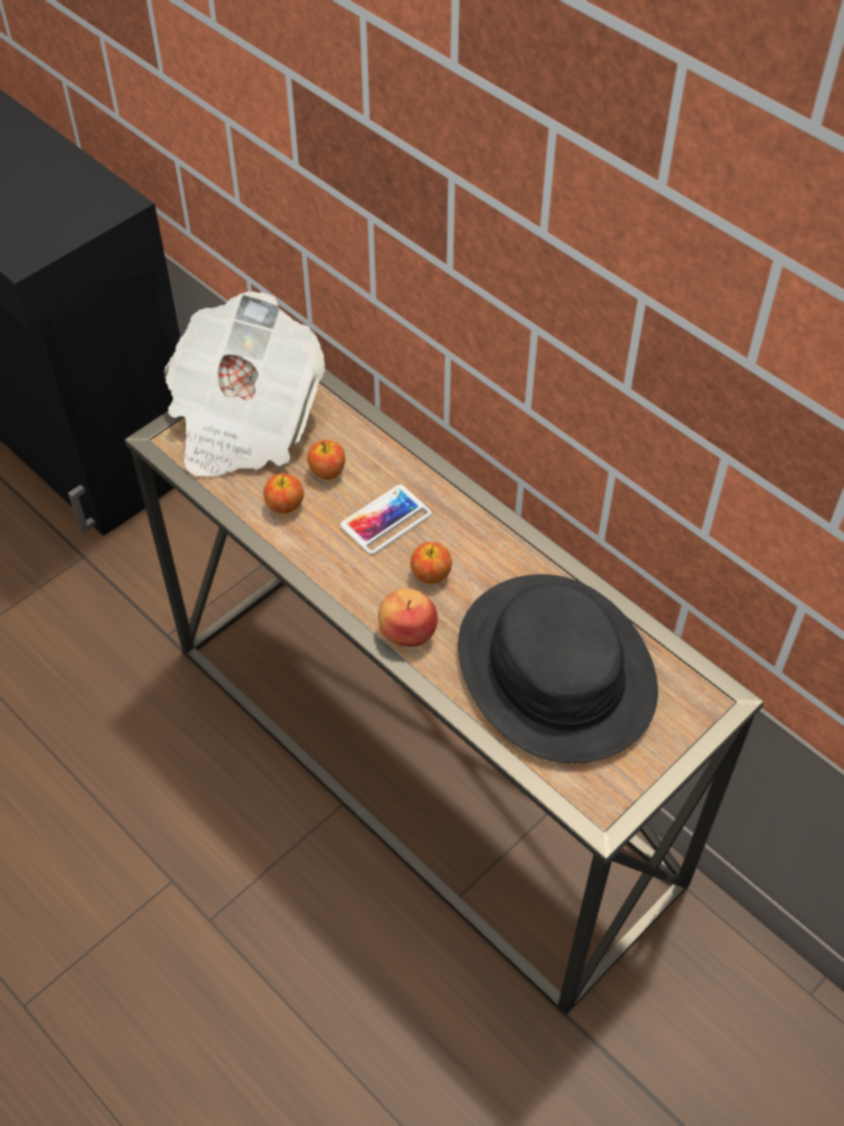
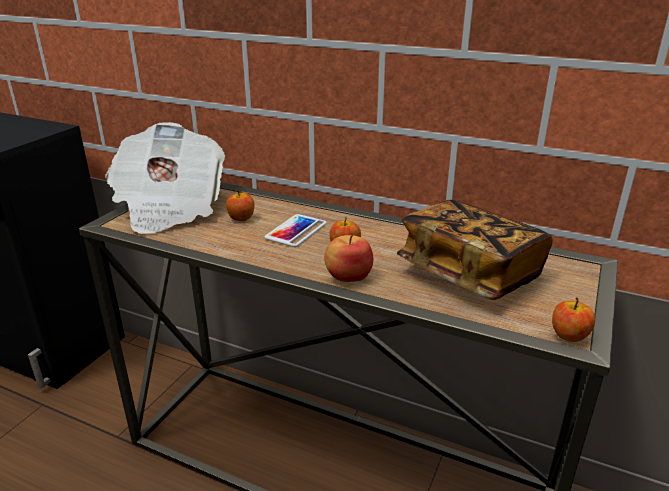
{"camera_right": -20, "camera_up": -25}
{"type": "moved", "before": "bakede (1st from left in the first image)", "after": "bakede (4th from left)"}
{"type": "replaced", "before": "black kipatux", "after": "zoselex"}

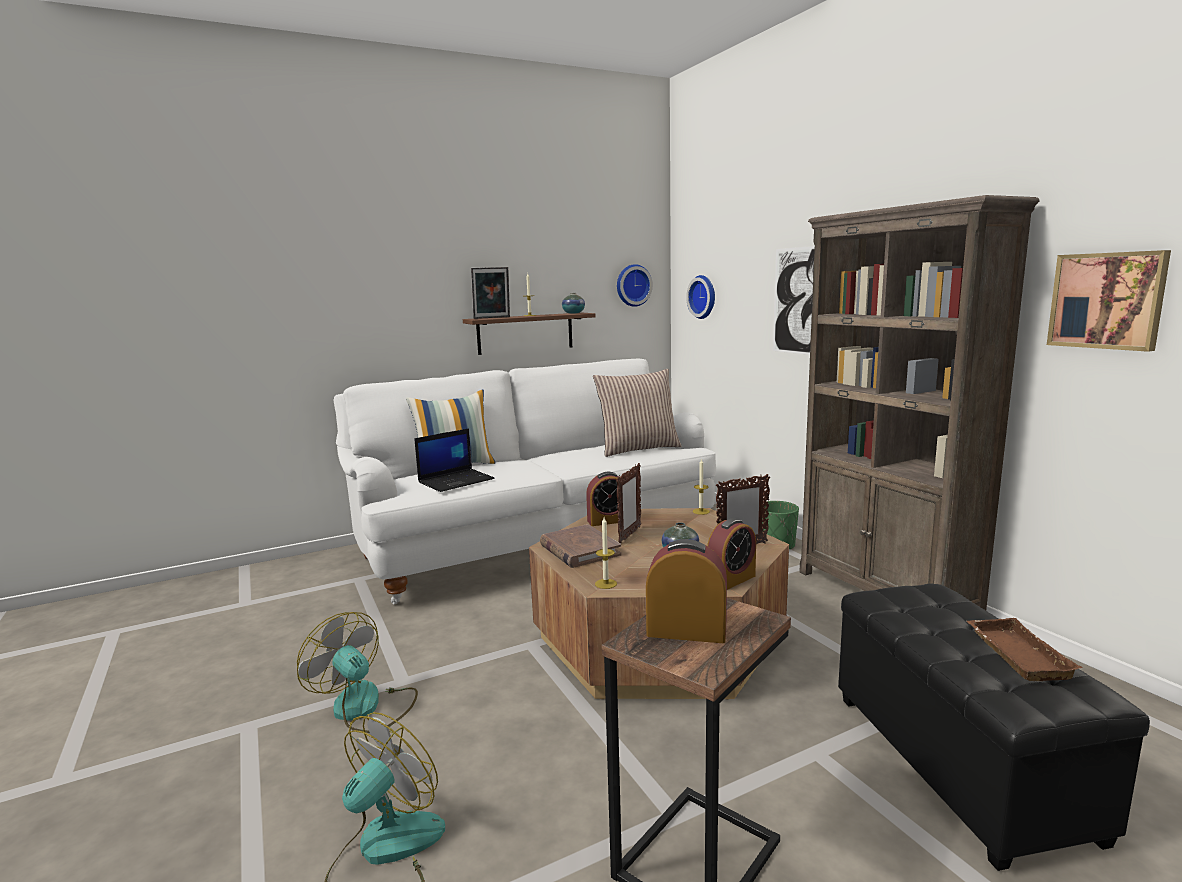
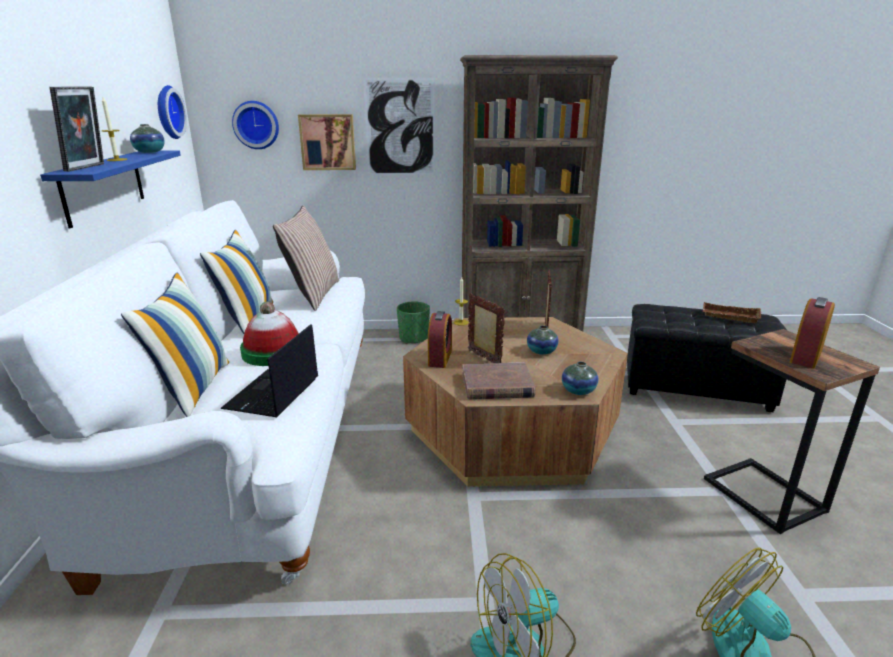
{"camera_right": -65, "camera_up": 10}
{"type": "removed", "before": "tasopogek (3rd from left)"}
{"type": "added", "after": "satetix (2nd from left)"}
{"type": "added", "after": "kipatux"}
{"type": "moved", "before": "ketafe (2nd from left in the first image)", "after": "ketafe (1st from left)"}
{"type": "replaced", "before": "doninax (2nd from left)", "after": "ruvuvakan (3rd from left)"}
{"type": "recoloured", "before": "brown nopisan", "after": "blue nopisan"}
{"type": "turned", "before": "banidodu", "turn": -150}

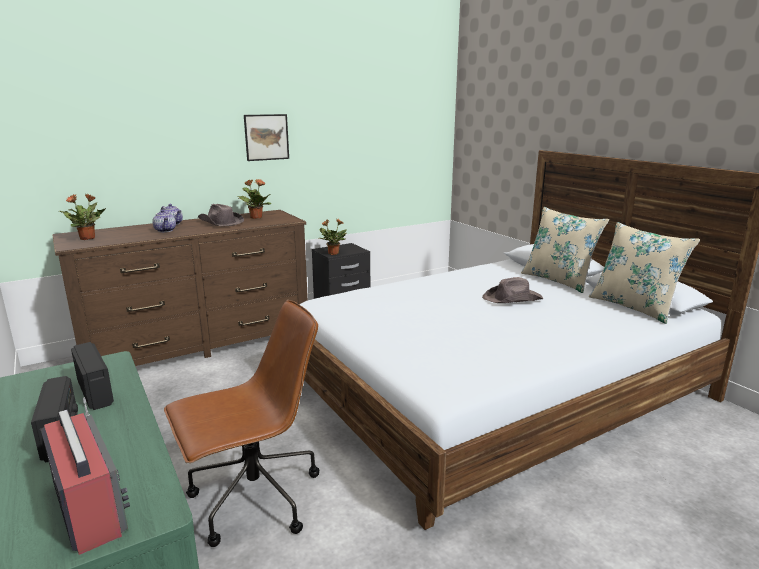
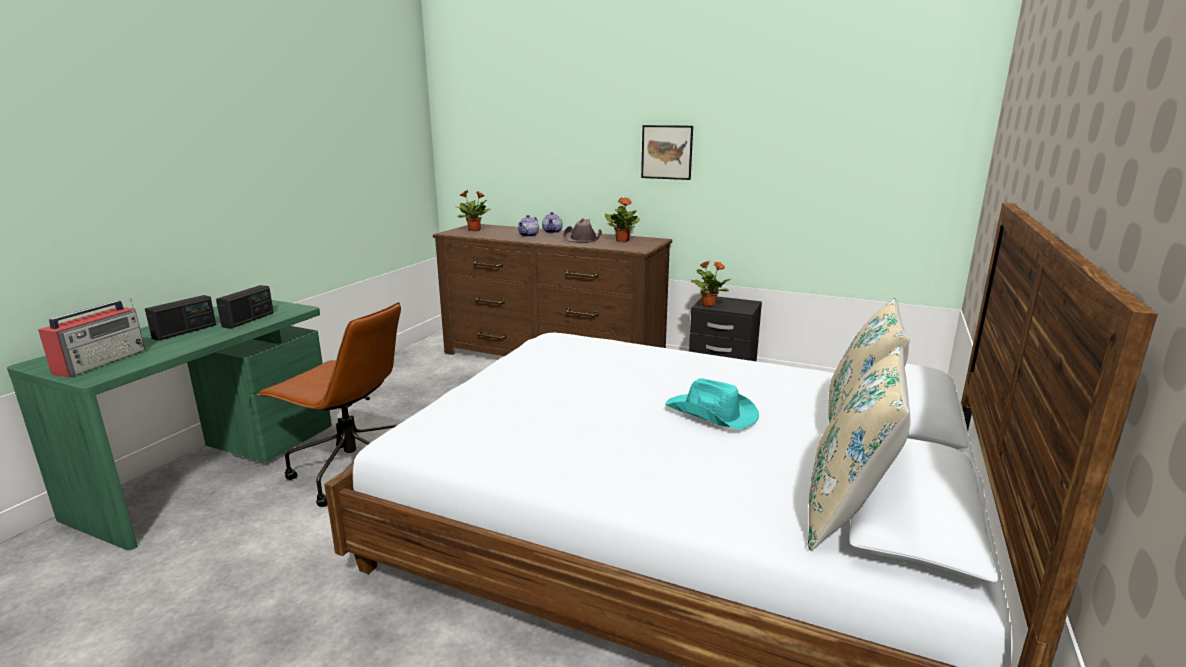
{"camera_right": 55, "camera_up": 0}
{"type": "recoloured", "before": "brown kipatux (2nd from left)", "after": "turquoise kipatux"}

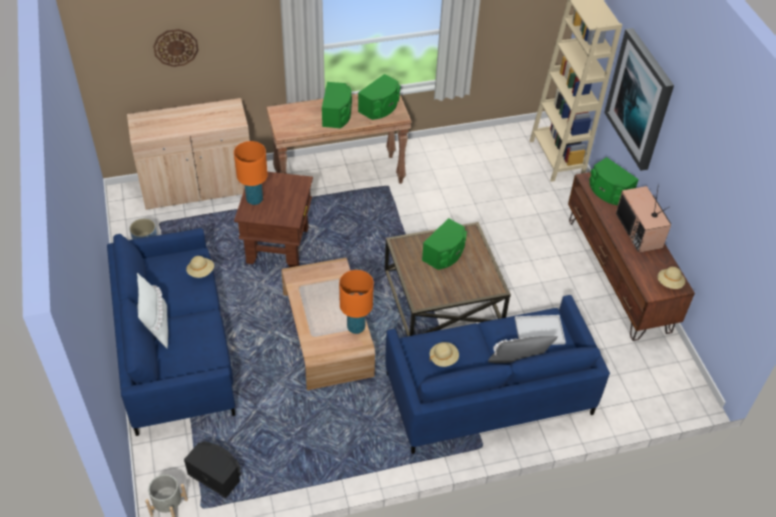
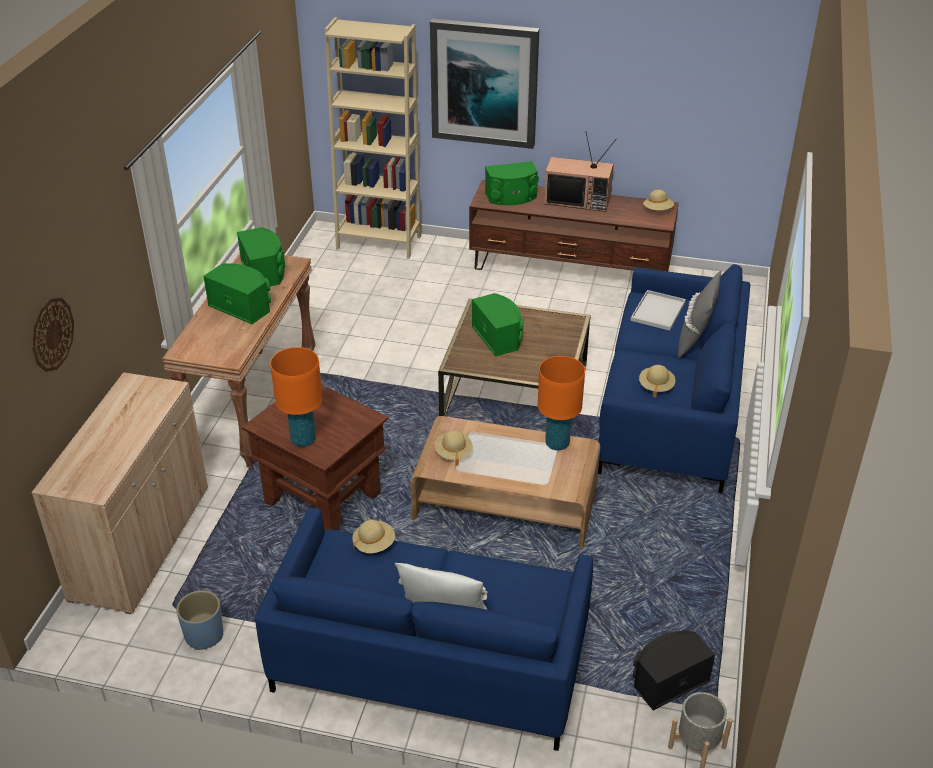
{"camera_right": -60, "camera_up": -10}
{"type": "added", "after": "beige kipatux (2nd from left)"}

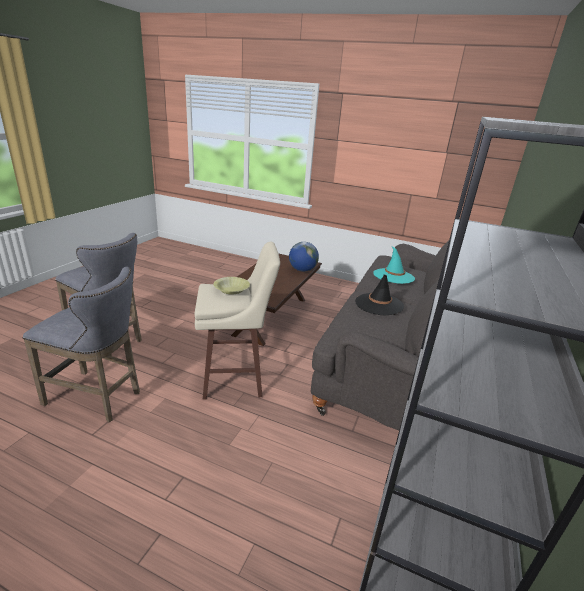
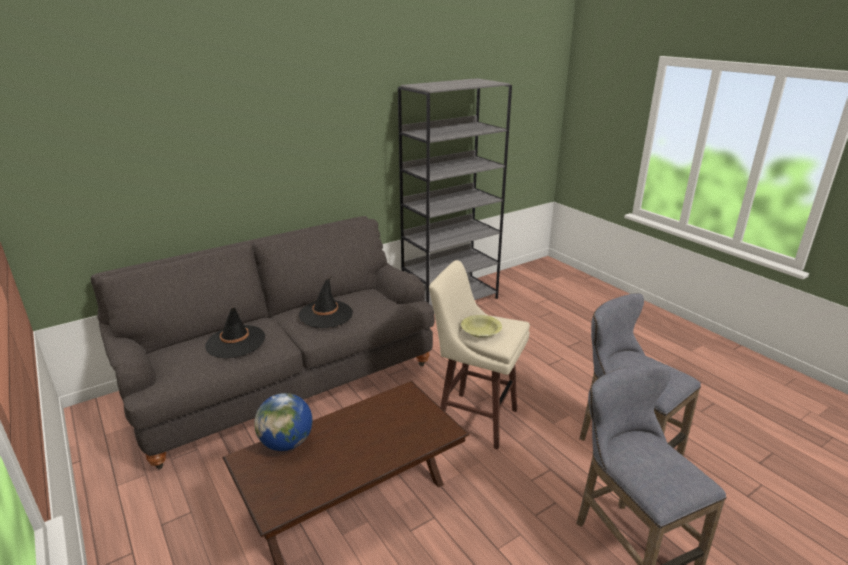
{"camera_right": -145, "camera_up": 0}
{"type": "recoloured", "before": "turquoise kipatux", "after": "black kipatux (1st from left)"}

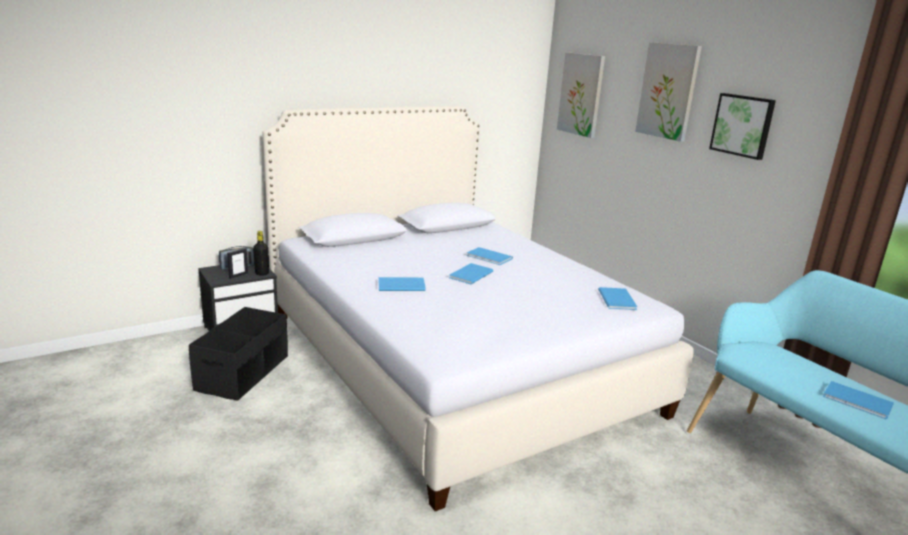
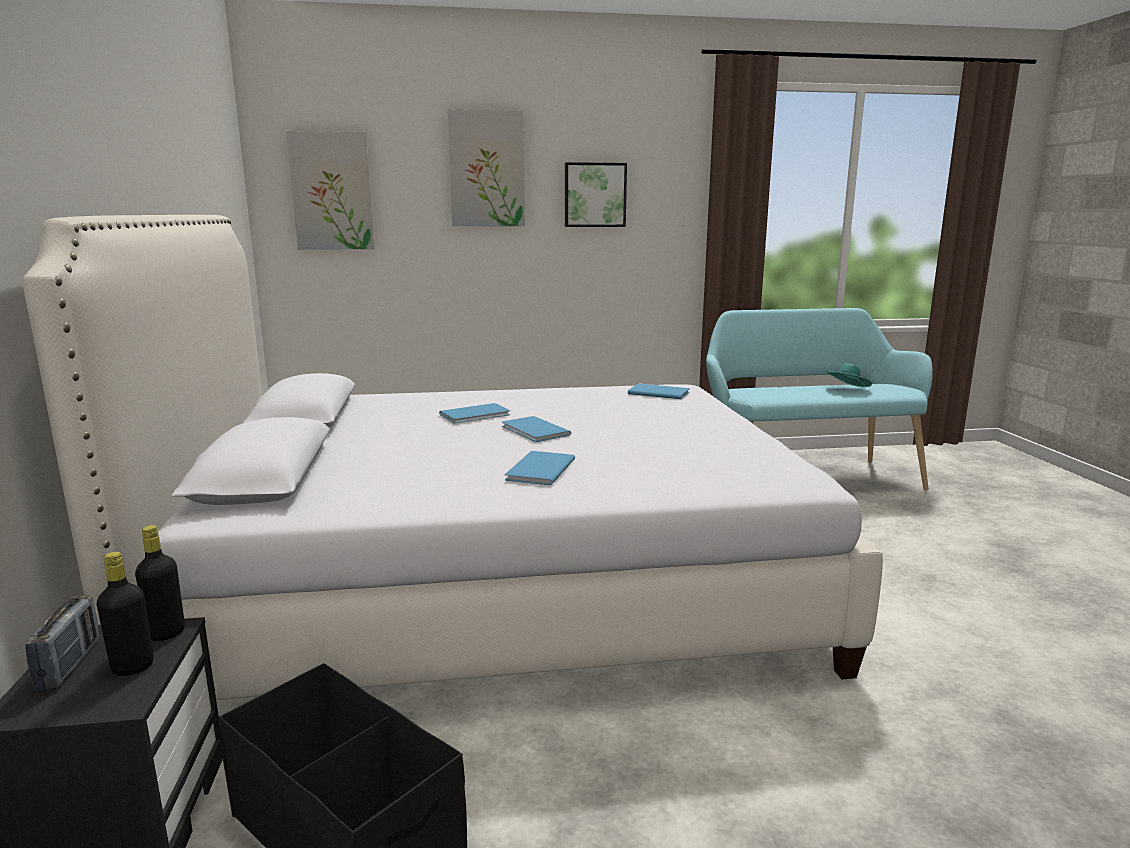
{"camera_right": -65, "camera_up": -5}
{"type": "replaced", "before": "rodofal", "after": "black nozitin (1st from left)"}
{"type": "replaced", "before": "blue zoselex (5th from left)", "after": "turquoise kipatux"}

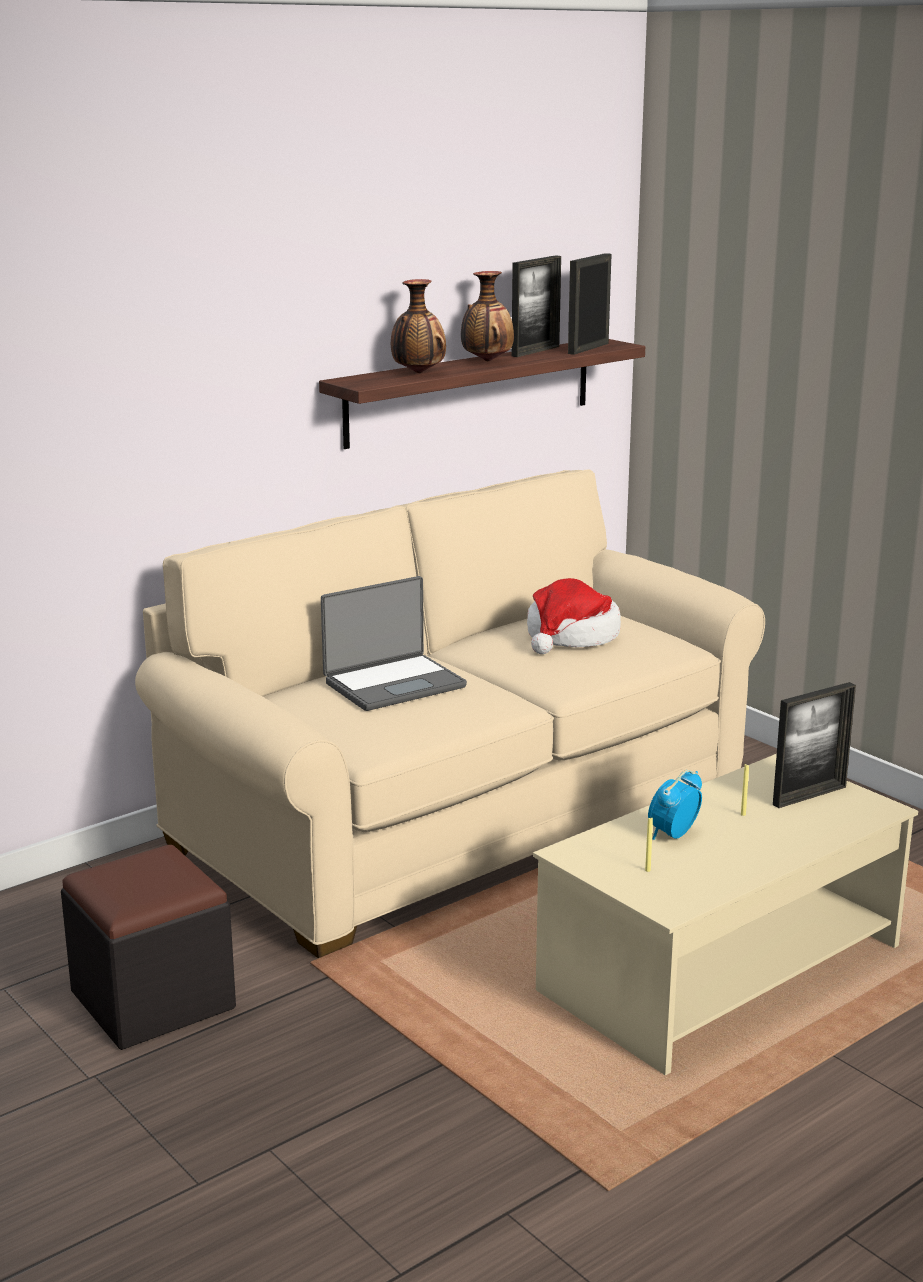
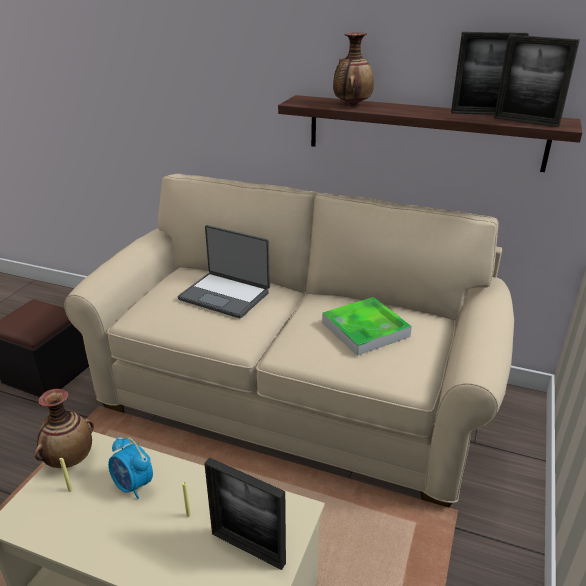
{"camera_right": 60, "camera_up": 10}
{"type": "moved", "before": "ruvuvakan (2nd from left in the first image)", "after": "ruvuvakan (1st from left)"}
{"type": "replaced", "before": "kipatux", "after": "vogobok"}
{"type": "turned", "before": "rodofal (2nd from left in the first image)", "turn": -150}
{"type": "turned", "before": "tasopogek", "turn": -150}

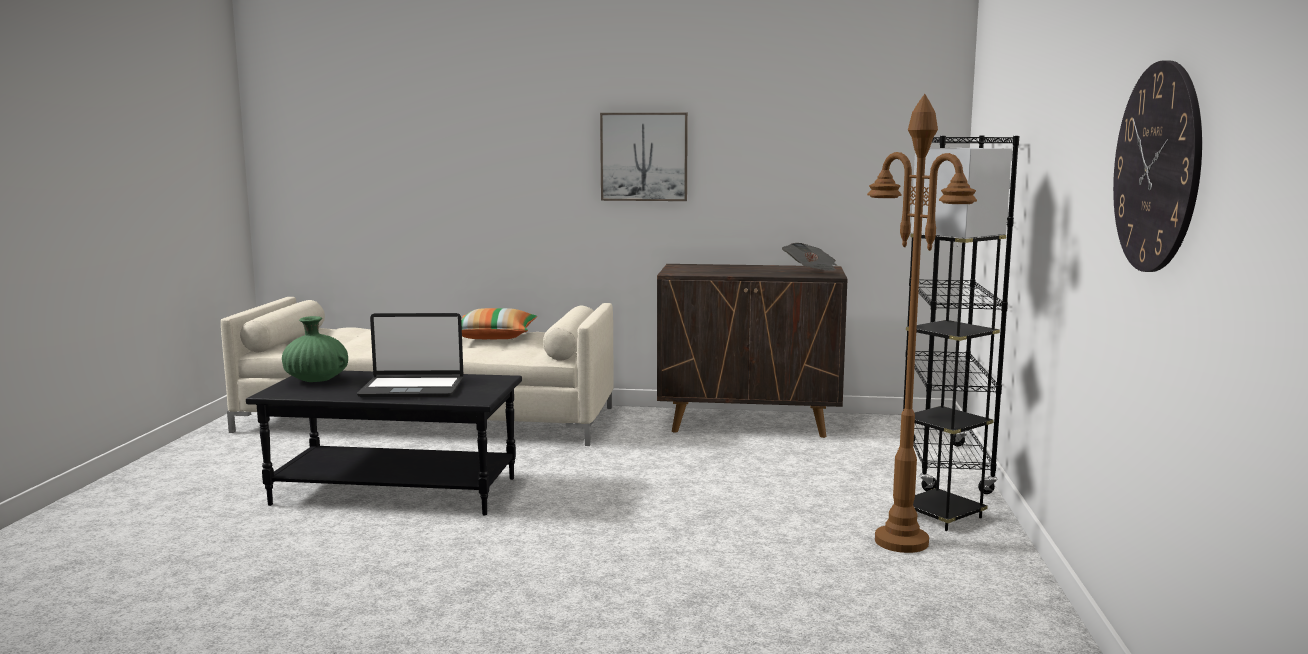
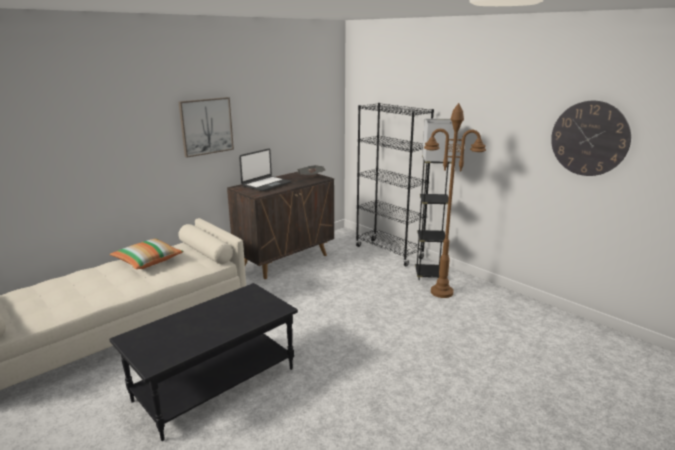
{"camera_right": -50, "camera_up": 10}
{"type": "removed", "before": "green ruvuvakan"}
{"type": "moved", "before": "banidodu"}

